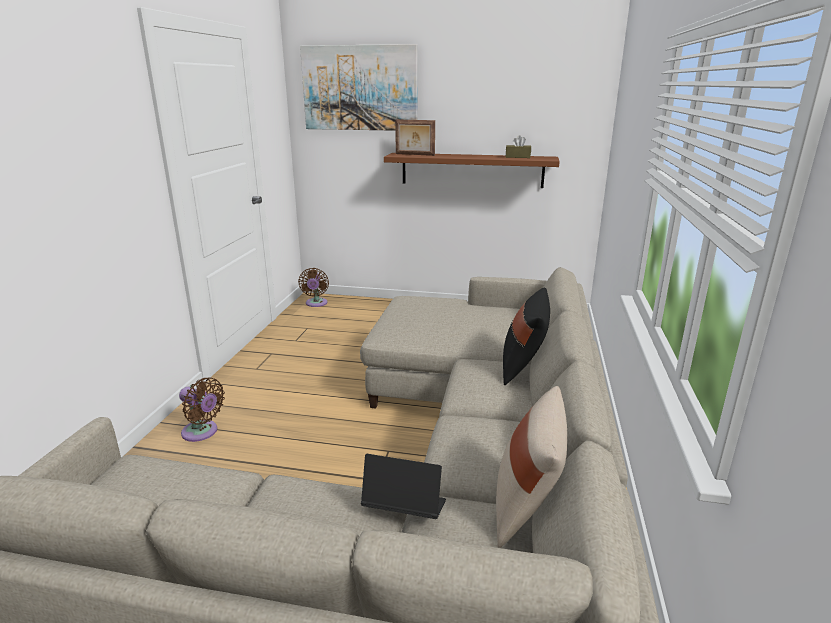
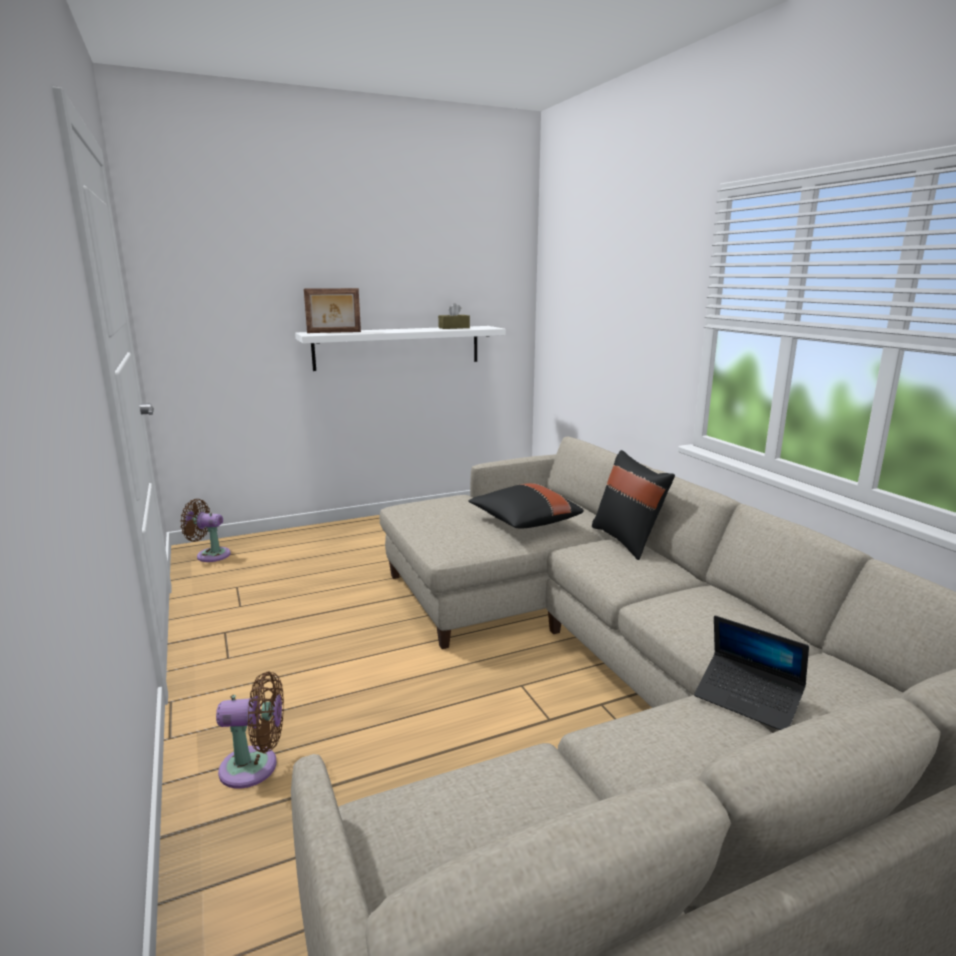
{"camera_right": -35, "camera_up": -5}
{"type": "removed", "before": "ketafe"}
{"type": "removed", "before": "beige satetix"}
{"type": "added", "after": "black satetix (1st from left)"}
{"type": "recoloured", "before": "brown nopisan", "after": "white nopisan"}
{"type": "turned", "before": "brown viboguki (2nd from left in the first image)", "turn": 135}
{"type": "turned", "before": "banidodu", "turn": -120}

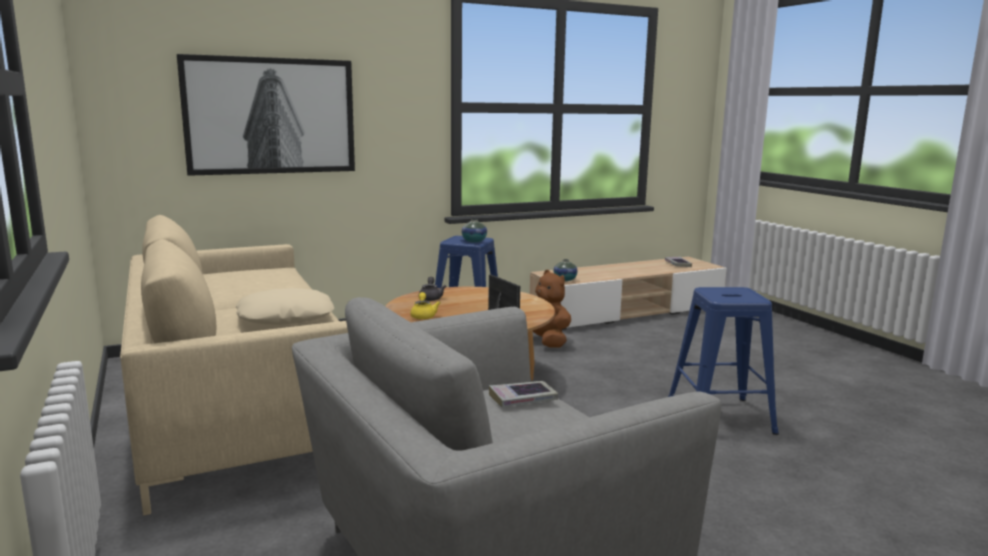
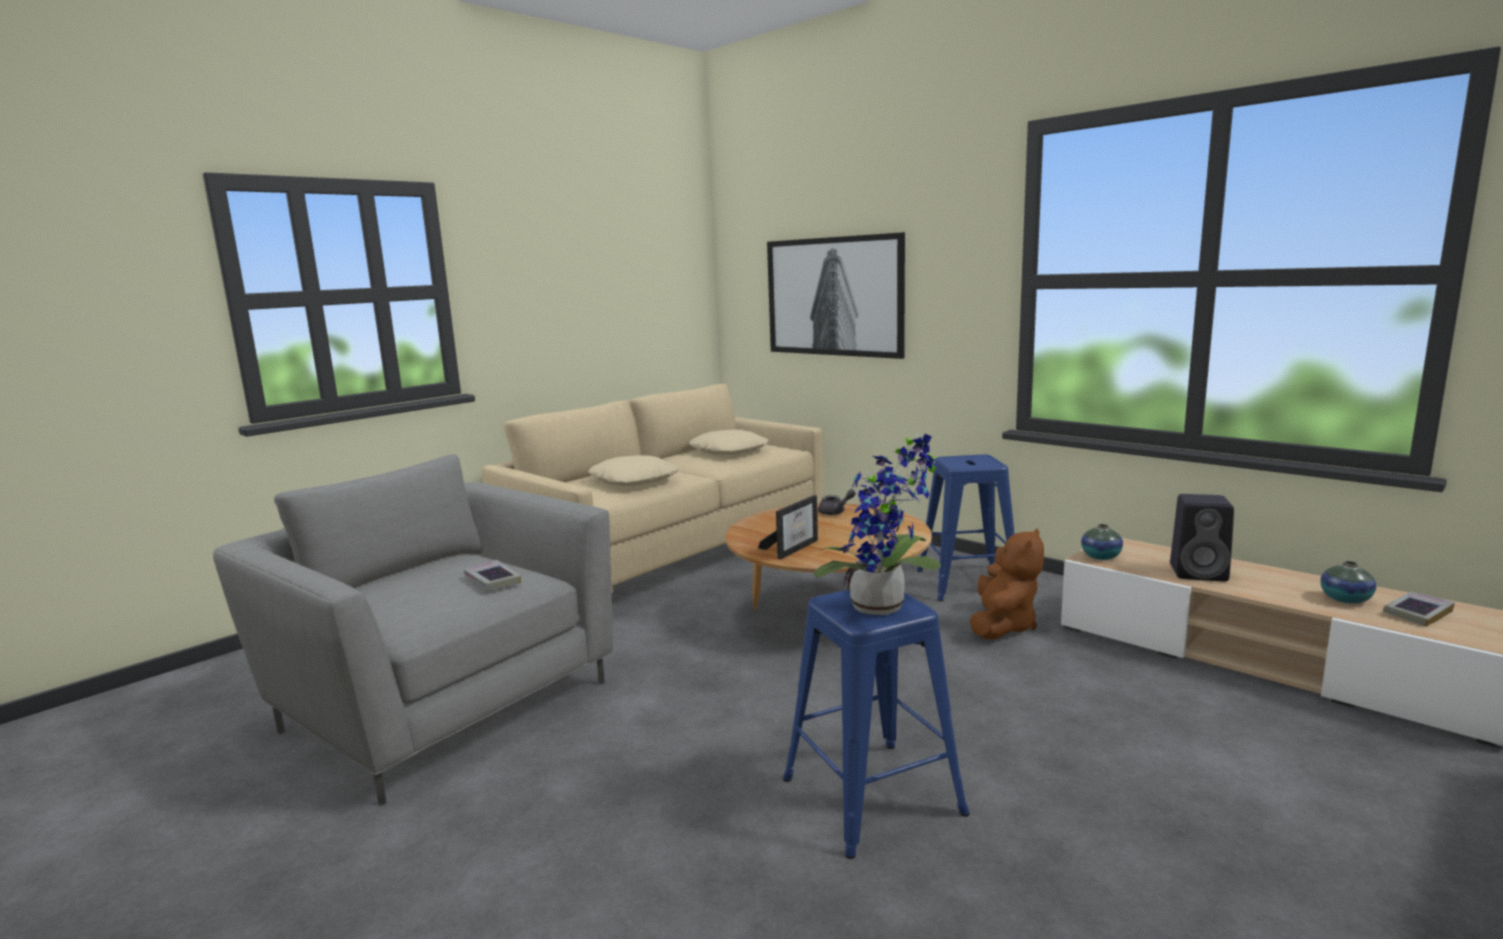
{"camera_right": 70, "camera_up": 0}
{"type": "removed", "before": "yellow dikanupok"}
{"type": "added", "after": "beige satetix (2nd from left)"}
{"type": "added", "after": "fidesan"}
{"type": "added", "after": "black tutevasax"}
{"type": "moved", "before": "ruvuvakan (1st from left in the first image)", "after": "ruvuvakan (2nd from left)"}

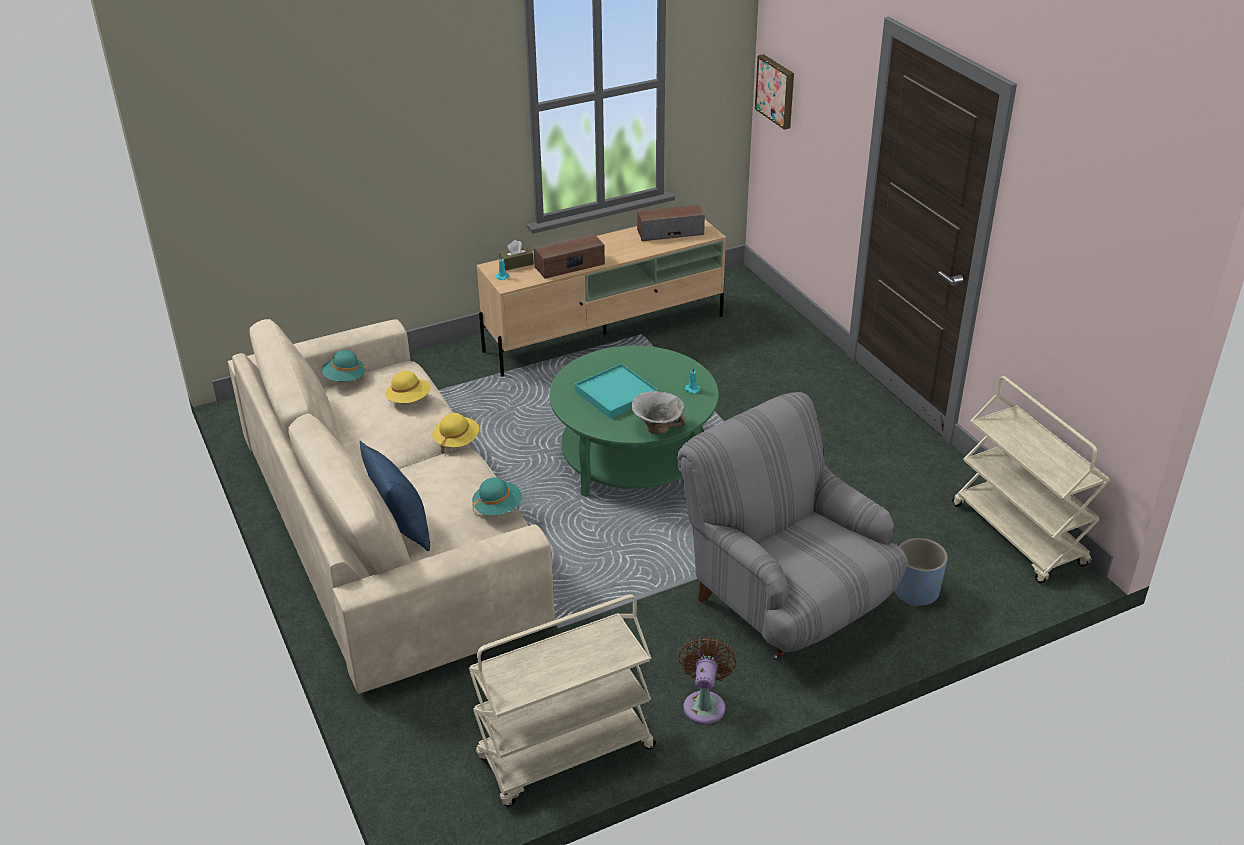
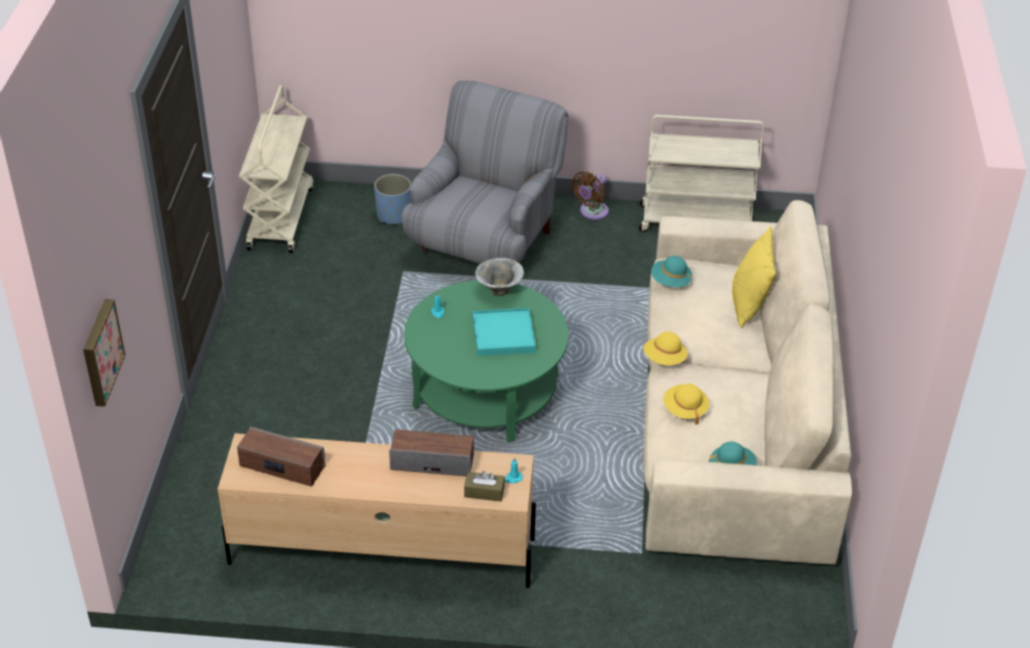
{"camera_right": -150, "camera_up": 5}
{"type": "recoloured", "before": "blue satetix", "after": "yellow satetix"}
{"type": "turned", "before": "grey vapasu", "turn": -150}

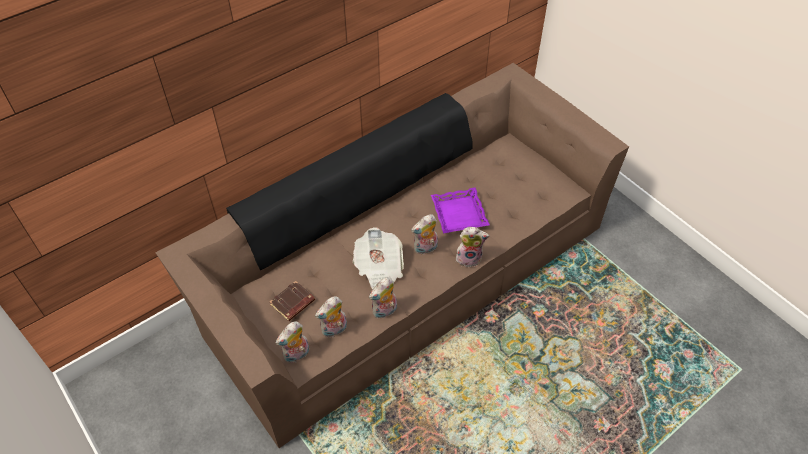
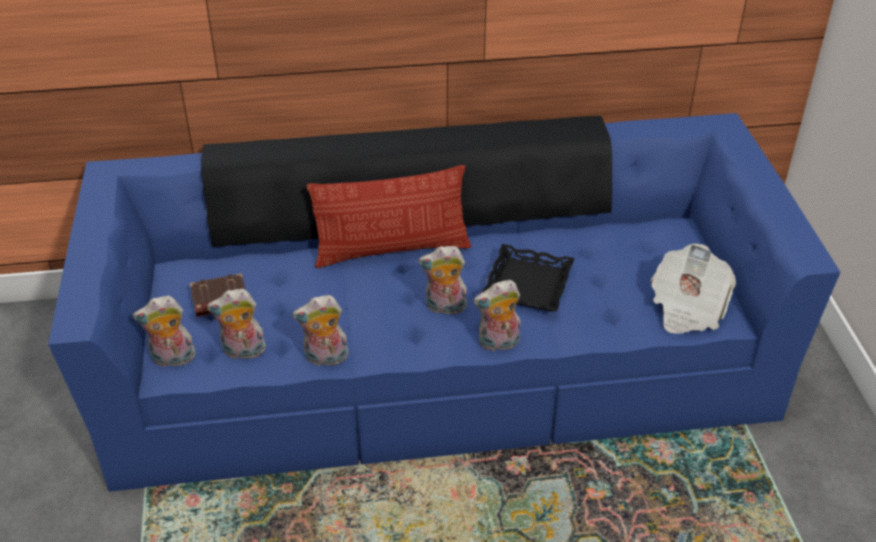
{"camera_right": 30, "camera_up": -10}
{"type": "added", "after": "satetix"}
{"type": "moved", "before": "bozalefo"}
{"type": "recoloured", "before": "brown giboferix", "after": "blue giboferix"}
{"type": "recoloured", "before": "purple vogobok", "after": "black vogobok"}
{"type": "turned", "before": "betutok (5th from left)", "turn": 135}

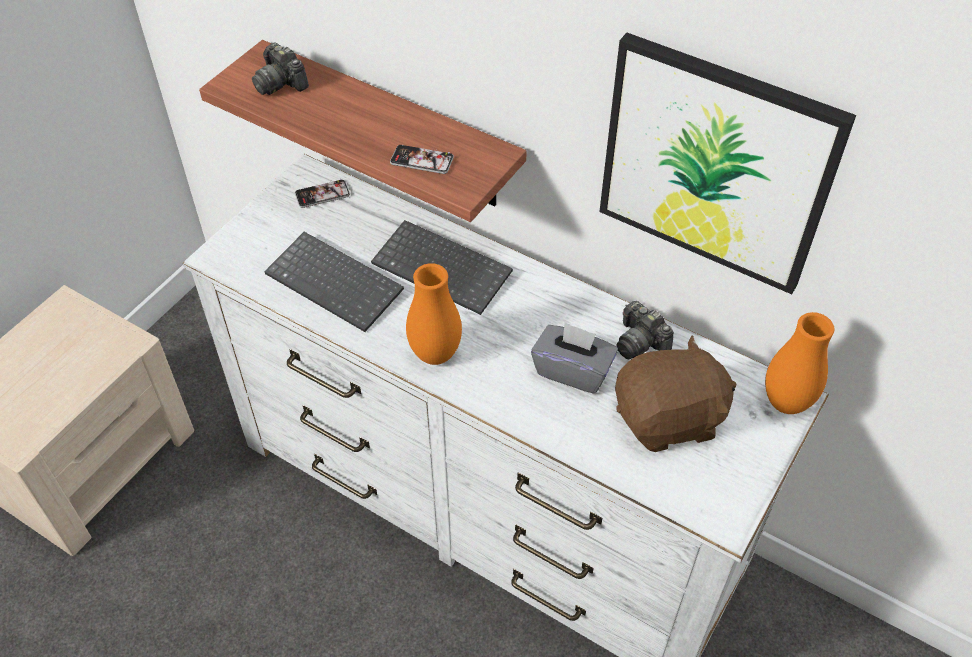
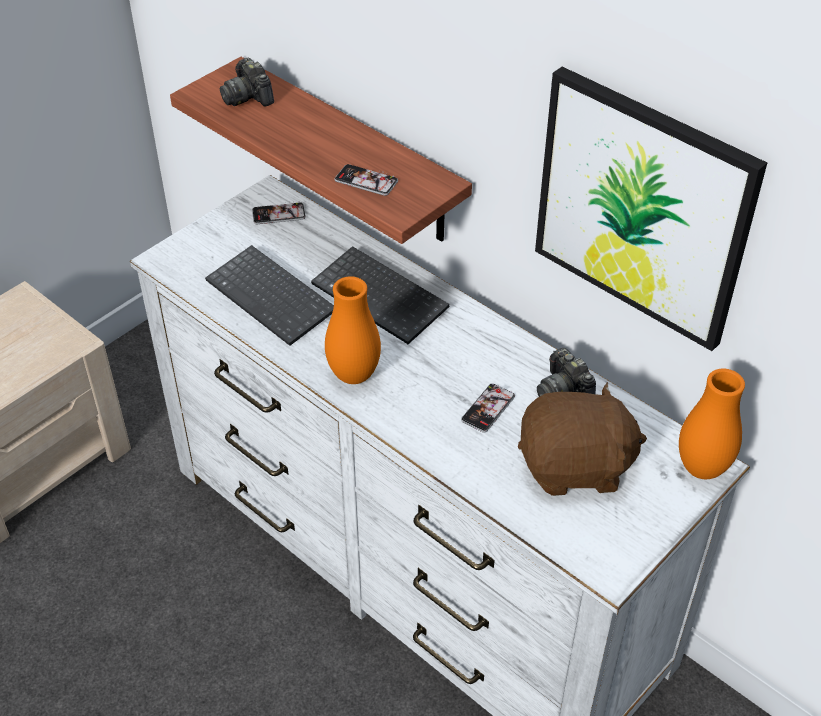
{"camera_right": 10, "camera_up": -5}
{"type": "replaced", "before": "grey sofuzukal", "after": "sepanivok (3rd from left)"}

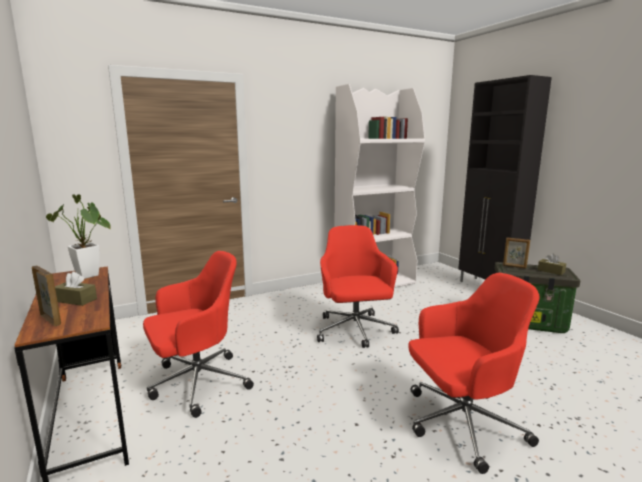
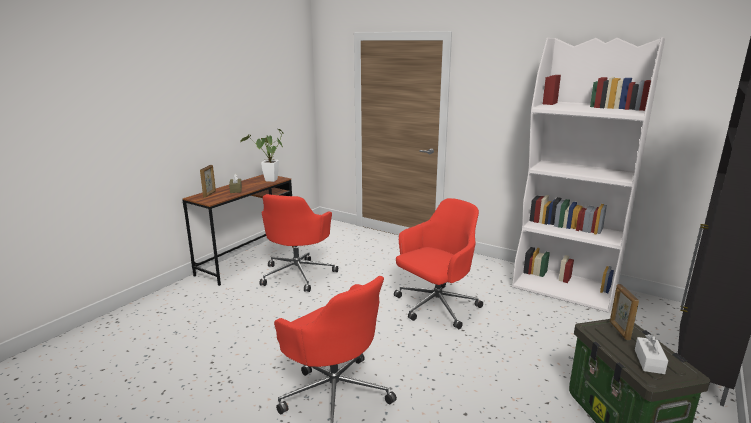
{"camera_right": 60, "camera_up": 5}
{"type": "recoloured", "before": "brown sofuzukal (2nd from left)", "after": "white sofuzukal"}
{"type": "turned", "before": "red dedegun (1st from left)", "turn": 75}

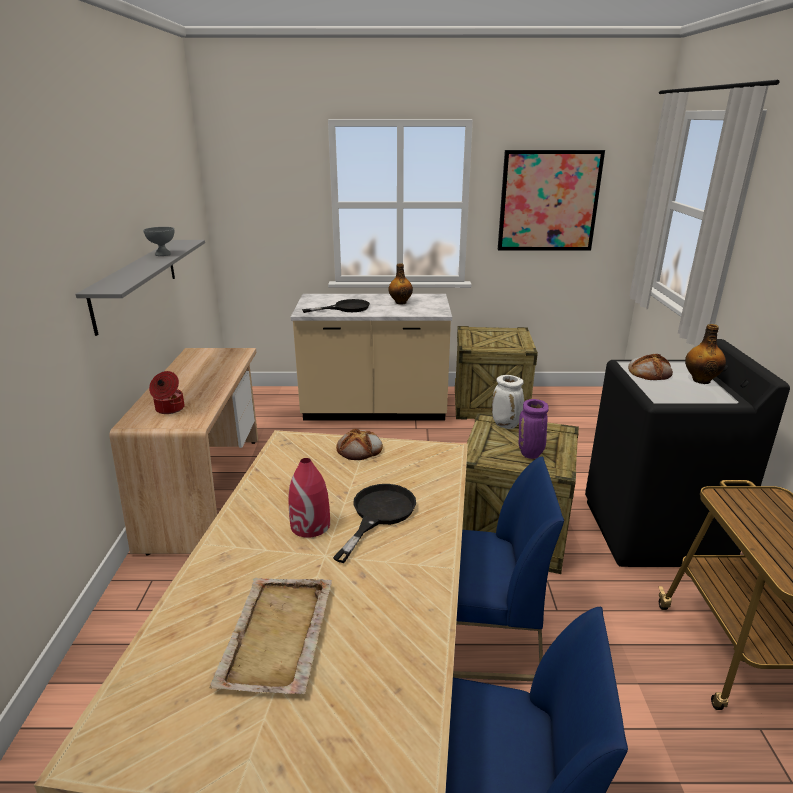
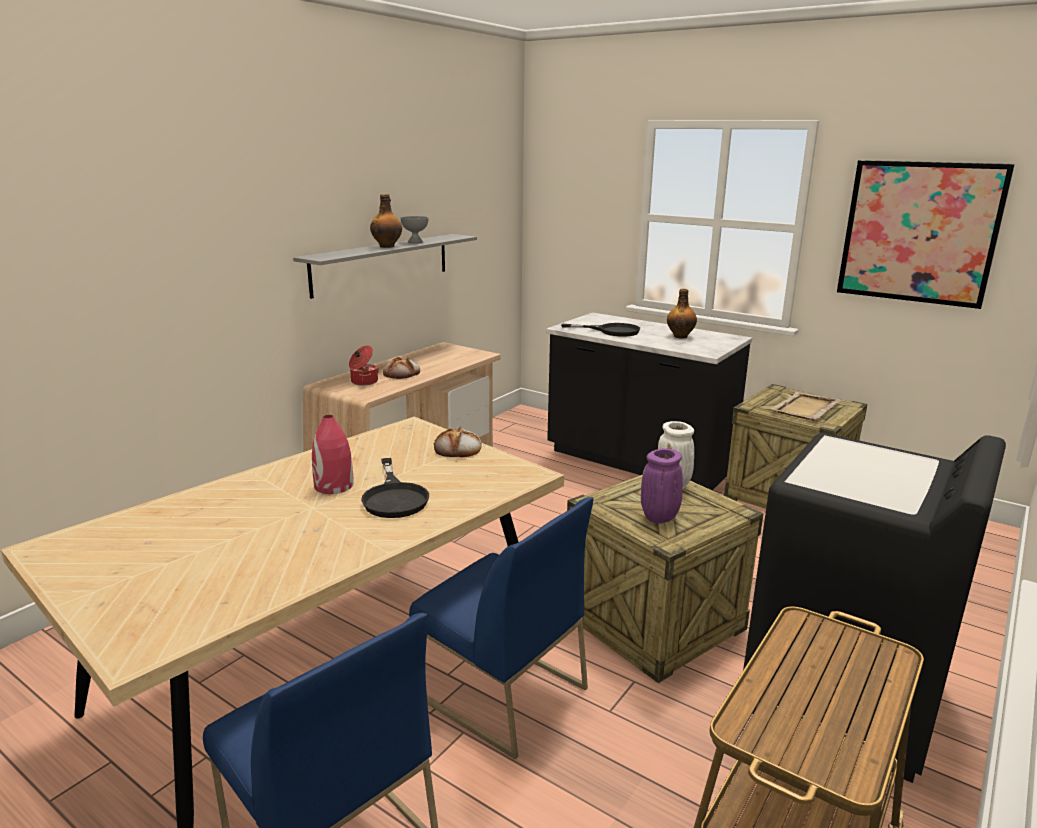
{"camera_right": 35, "camera_up": -5}
{"type": "moved", "before": "beige vogobok"}
{"type": "moved", "before": "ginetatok (2nd from left in the first image)", "after": "ginetatok (1st from left)"}
{"type": "moved", "before": "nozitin (2nd from left in the first image)", "after": "nozitin (1st from left)"}
{"type": "recoloured", "before": "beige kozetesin", "after": "black kozetesin"}
{"type": "turned", "before": "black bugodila (2nd from left in the first image)", "turn": 105}

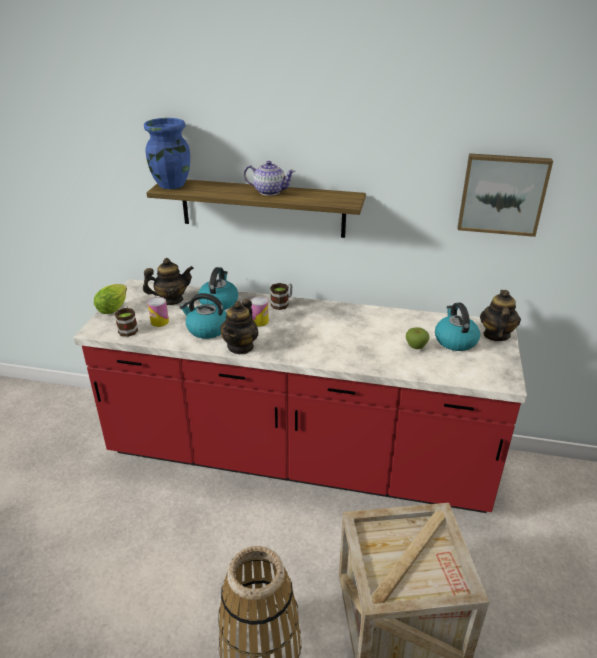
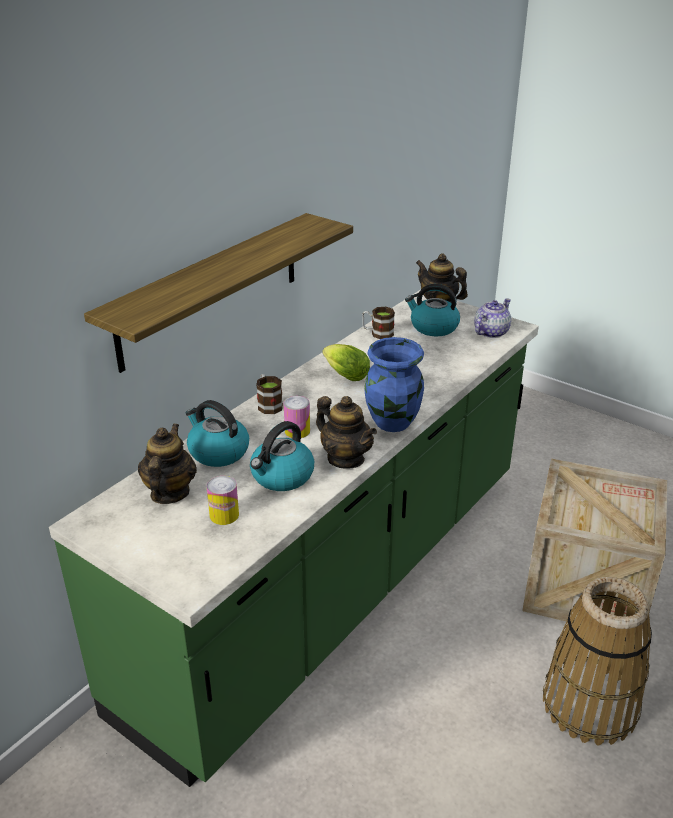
{"camera_right": -65, "camera_up": 0}
{"type": "removed", "before": "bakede"}
{"type": "removed", "before": "ketafe"}
{"type": "moved", "before": "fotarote"}
{"type": "moved", "before": "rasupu (1st from left in the first image)", "after": "rasupu (2nd from left)"}
{"type": "moved", "before": "blue ruvuvakan"}
{"type": "moved", "before": "dikanupok (3rd from left in the first image)", "after": "dikanupok (4th from left)"}
{"type": "recoloured", "before": "red kozetesin", "after": "green kozetesin"}

